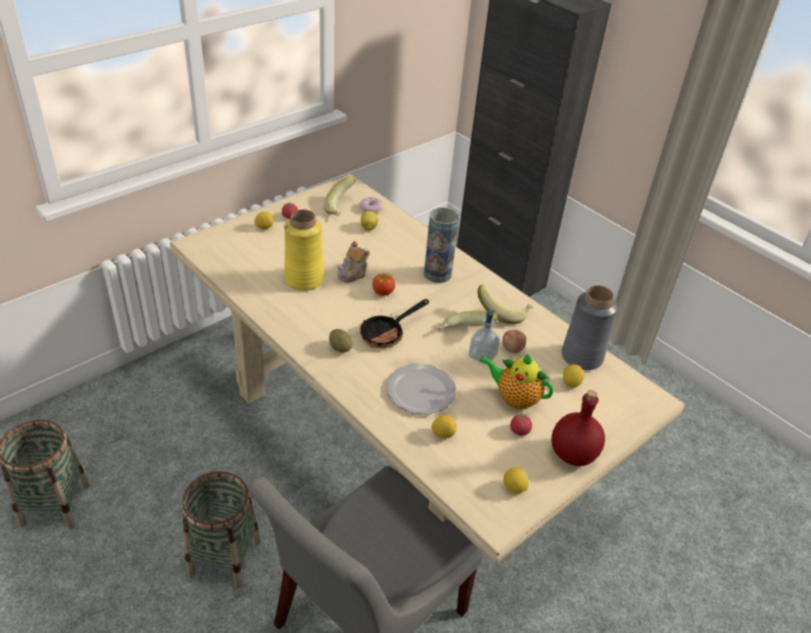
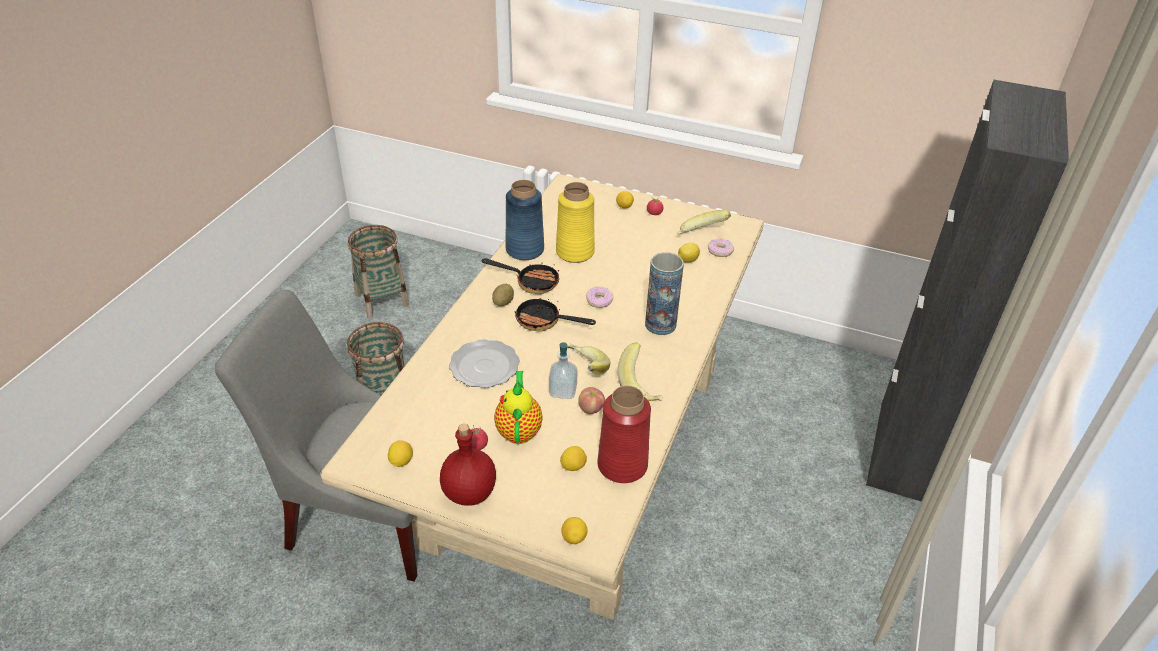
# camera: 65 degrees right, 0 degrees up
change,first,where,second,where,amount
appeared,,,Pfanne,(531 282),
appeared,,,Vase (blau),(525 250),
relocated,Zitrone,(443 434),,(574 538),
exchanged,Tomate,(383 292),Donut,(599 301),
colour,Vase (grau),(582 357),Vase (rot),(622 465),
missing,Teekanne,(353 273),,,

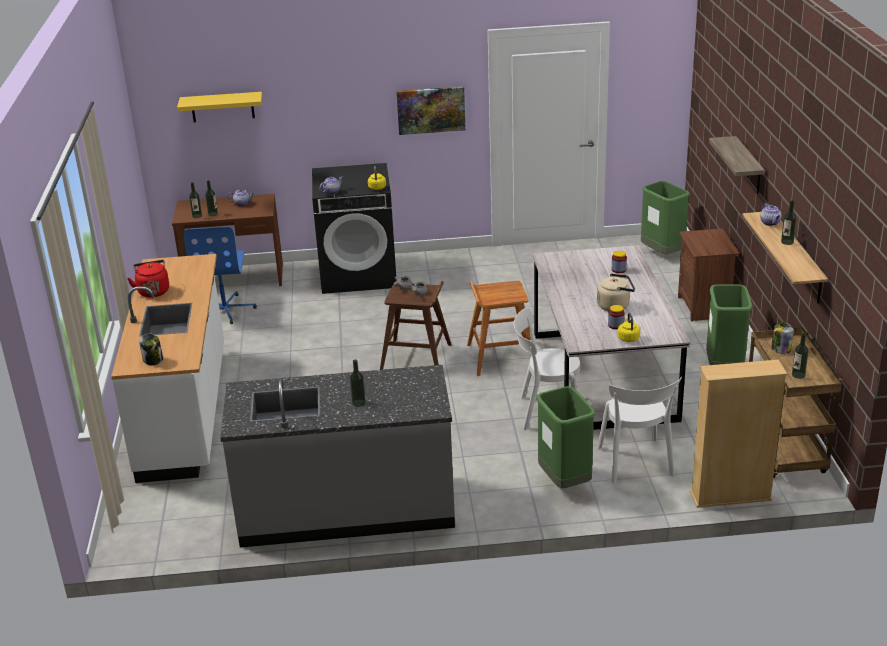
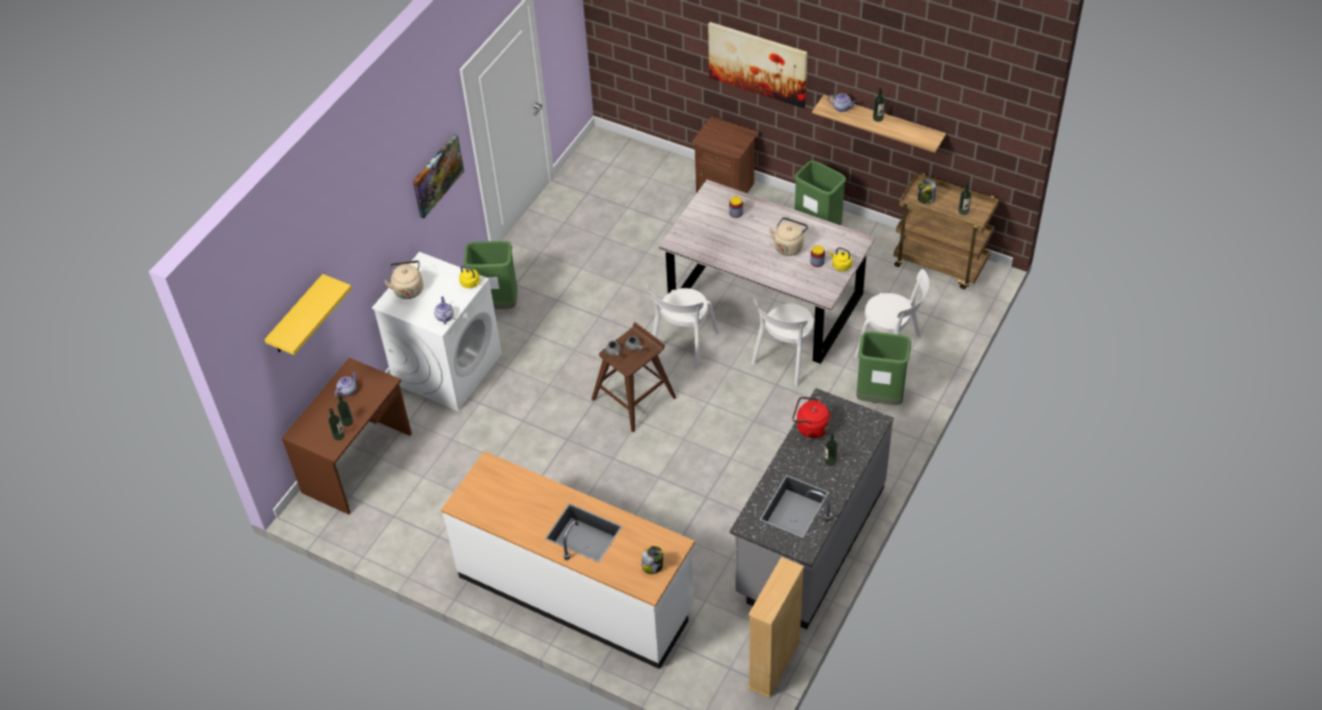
# camera: 55 degrees left, 20 degrees up
change,first,where,second,where,amount
colour,Waschmaschine (schwarz),(359 274),Waschmaschine (weiß),(448 368),
appeared,,,Wasserkessel (beige),(408 288),
relocated,Mülleimer (grün),(662 253),,(496 305),
exchanged,Hocker (braun),(500 356),Stuhl (weiß),(683 345),
exchanged,Wandregal,(748 166),Bild,(757 64),
relocated,Bücherregal (beige),(730 496),,(774 665),
relocated,Wasserkessel (rot),(153 291),,(810 428),
missing,Bürostuhl (blau),(225 310),,,

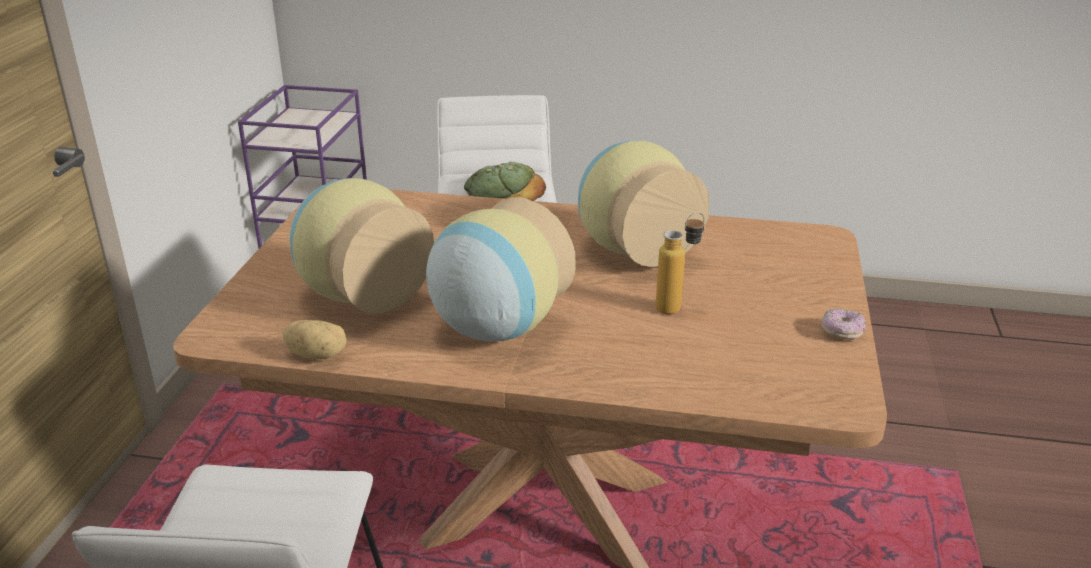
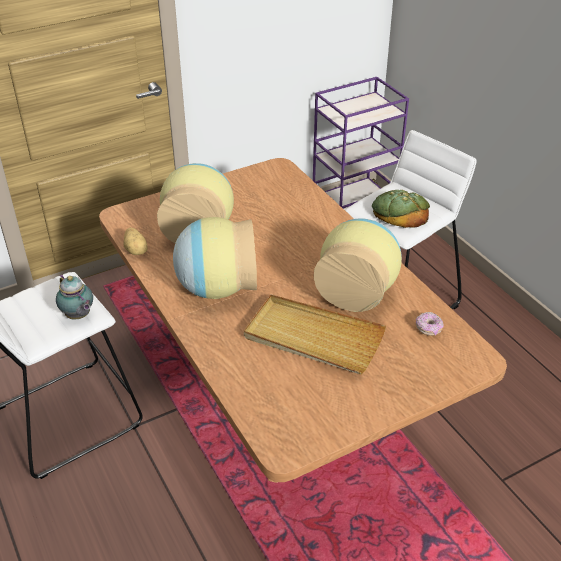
# camera: 50 degrees right, 10 degrees up
change,first,where,second,where,amount
appeared,,,Teekanne,(78 316),
exchanged,Flasche,(677 306),Tablett (beige),(313 337),
relocated,Donut,(841 333),,(428 328),

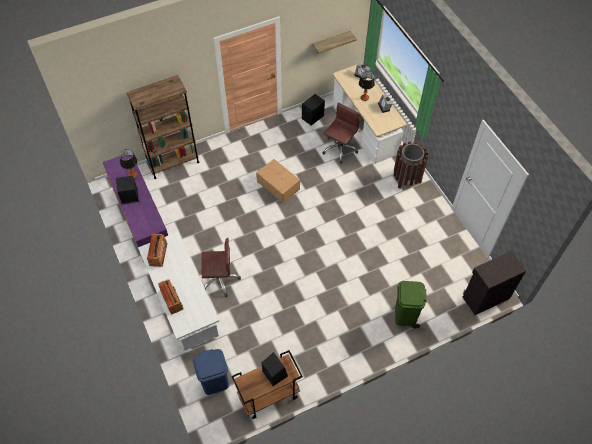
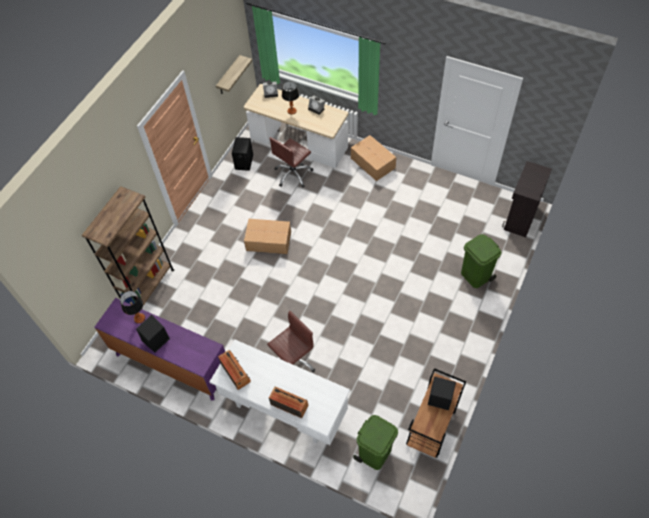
# camera: 35 degrees left, 0 degrees up
change,first,where,second,where,amount
spun,Bürostuhl (braun),(339 148),,(293 174),135 degrees counterclockwise
exchanged,Mülleimer (braun),(406 178),Karton,(373 163),
colour,Mülleimer (blau),(215 382),Mülleimer (grün),(375 453),

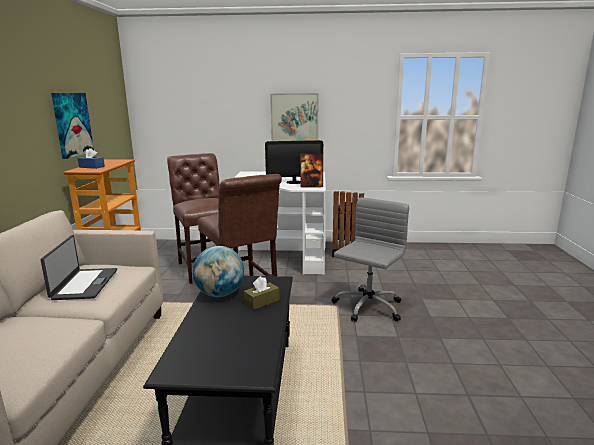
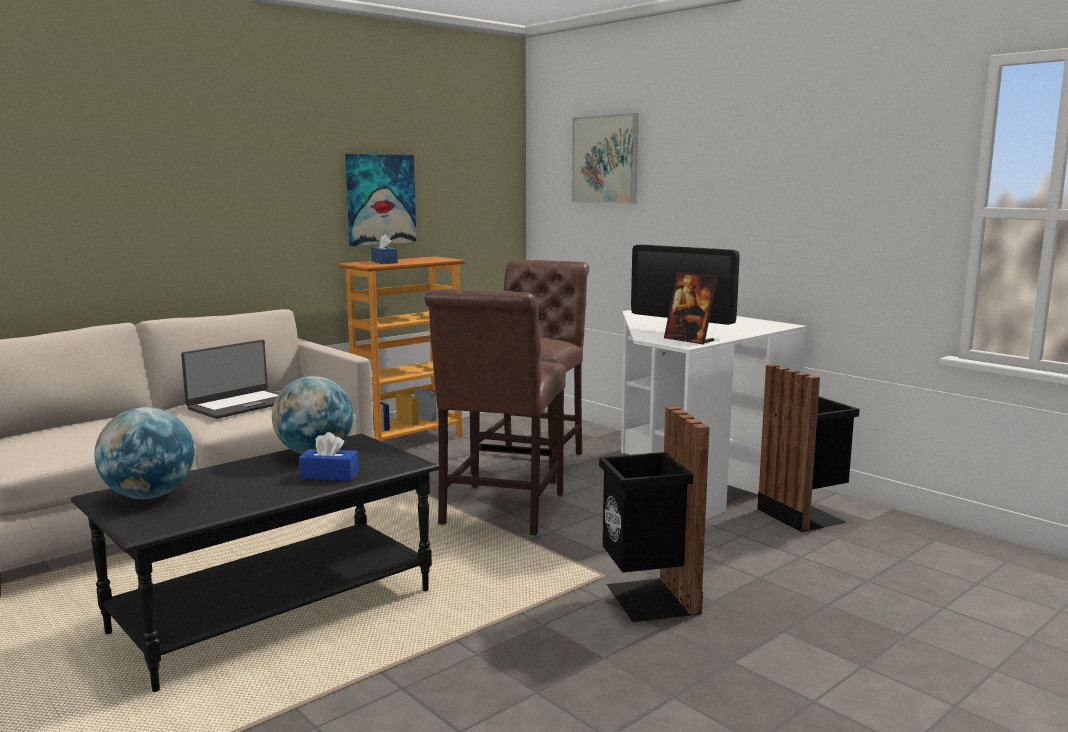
# camera: 45 degrees right, 5 degrees down
change,first,where,second,where,amount
appeared,,,Globus,(149 496),
colour,Taschentuchbox (braun),(261 301),Taschentuchbox (blau),(329 475),
relocated,Bild,(294 118),,(605 159),
exchanged,Bürostuhl (grau),(367 307),Mülleimer (schwarz),(648 599),

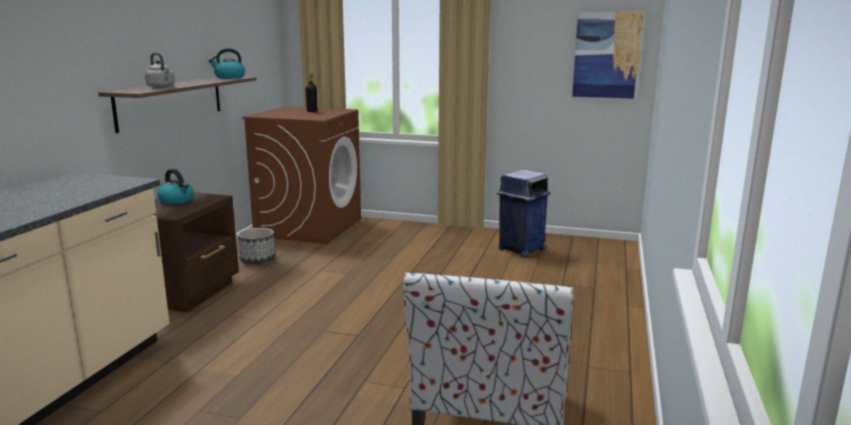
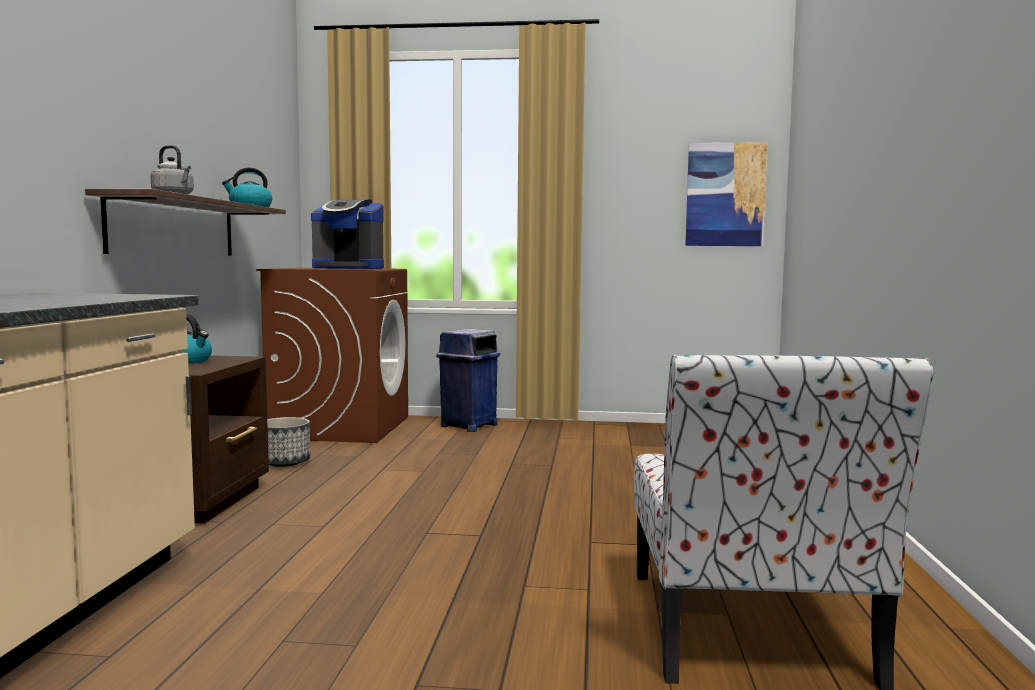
# camera: 10 degrees left, 10 degrees down
change,first,where,second,where,amount
exchanged,Flasche (schwarz),(312 111),Kaffeemaschine,(348 268),
relocated,Mülleimer (blau),(520 249),,(468 426),

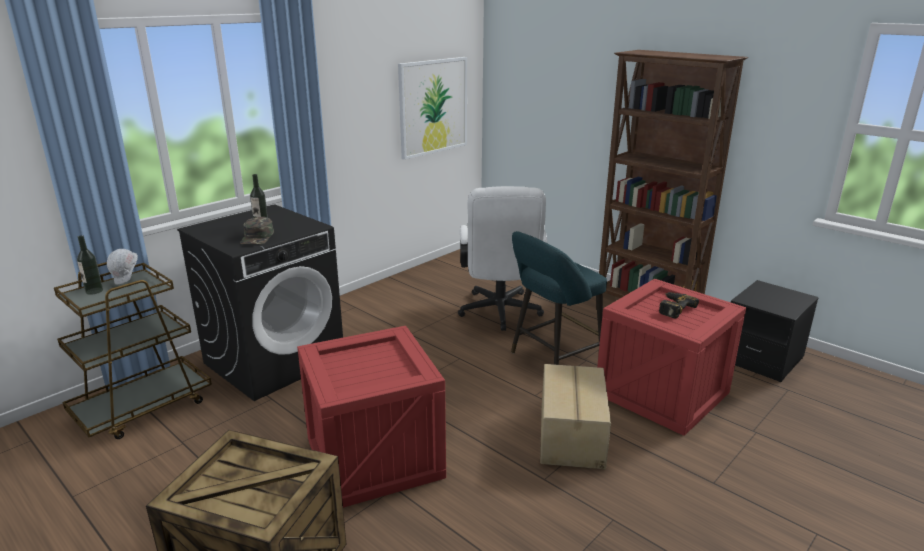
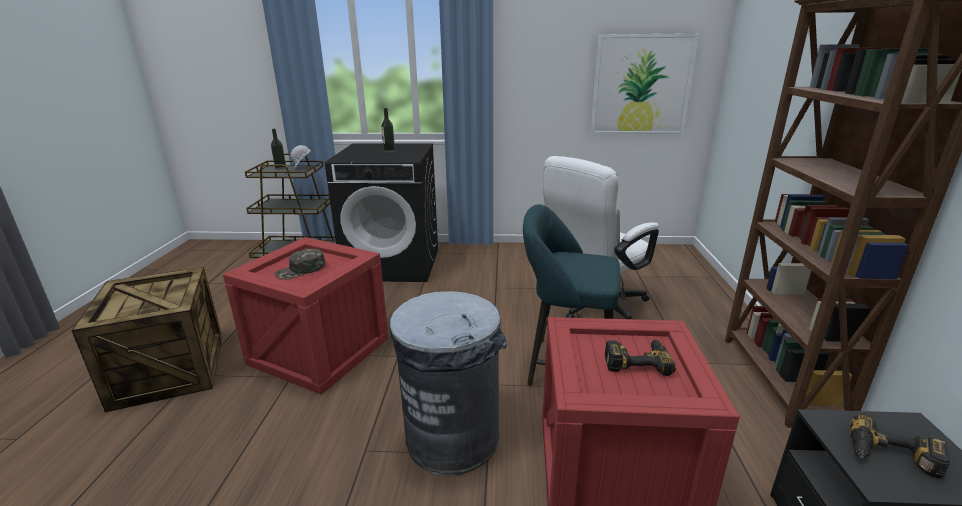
# camera: 50 degrees right, 0 degrees up
change,first,where,second,where,amount
relocated,Kappe (grün),(257 237),,(301 270),
exchanged,Karton,(572 435),Mülleimer (grau),(452 437),
appeared,,,Bohrmaschine,(892 458),

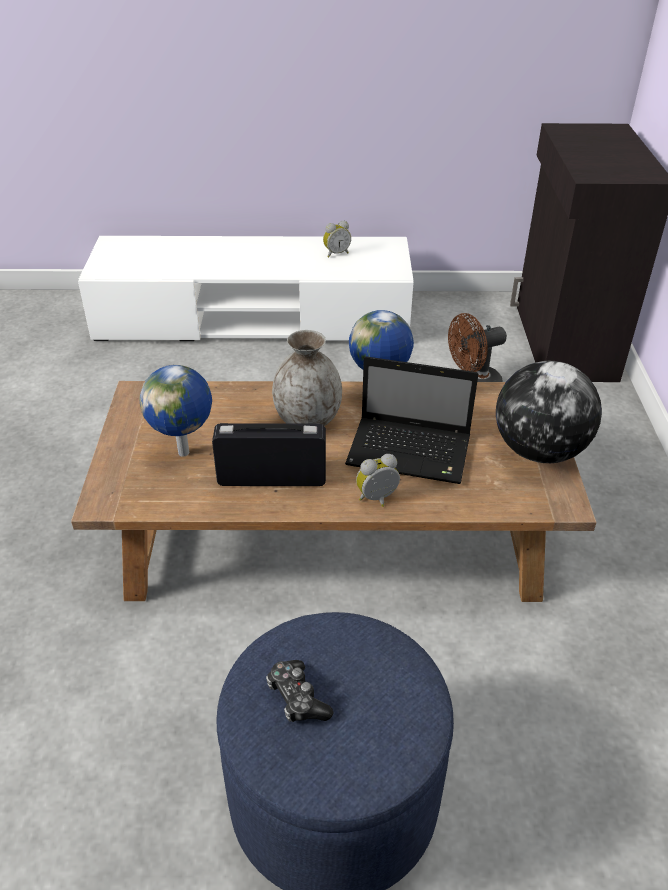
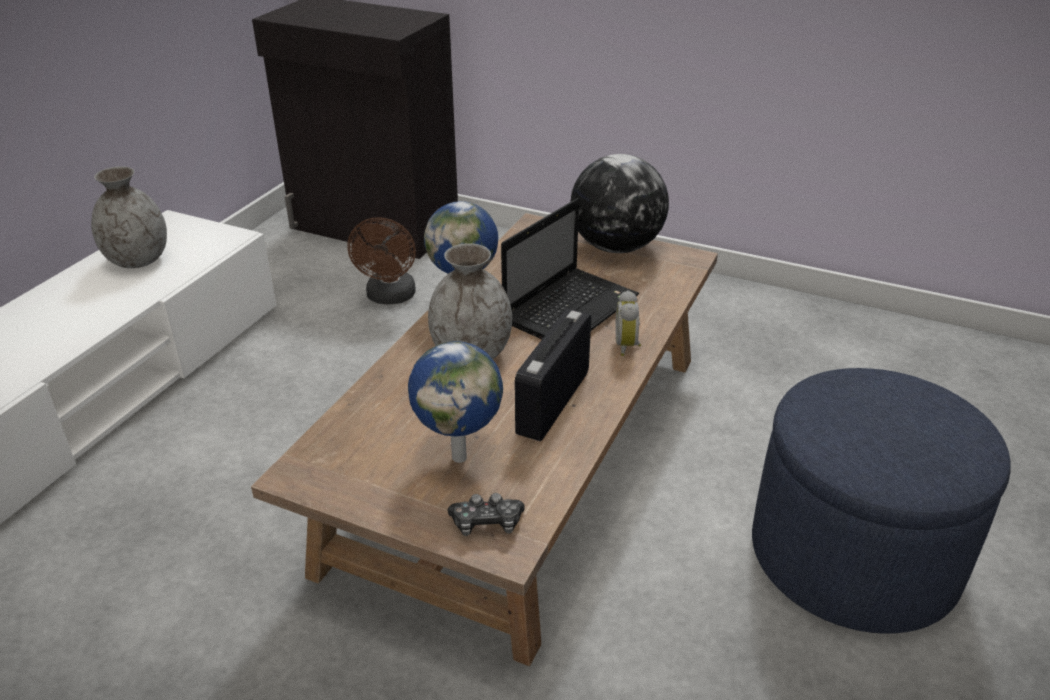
# camera: 65 degrees left, 5 degrees down
change,first,where,second,where,amount
exchanged,Wecker,(336 253),Vase (grau),(138 260),
relocated,Gamepad,(297 698),,(487 523),

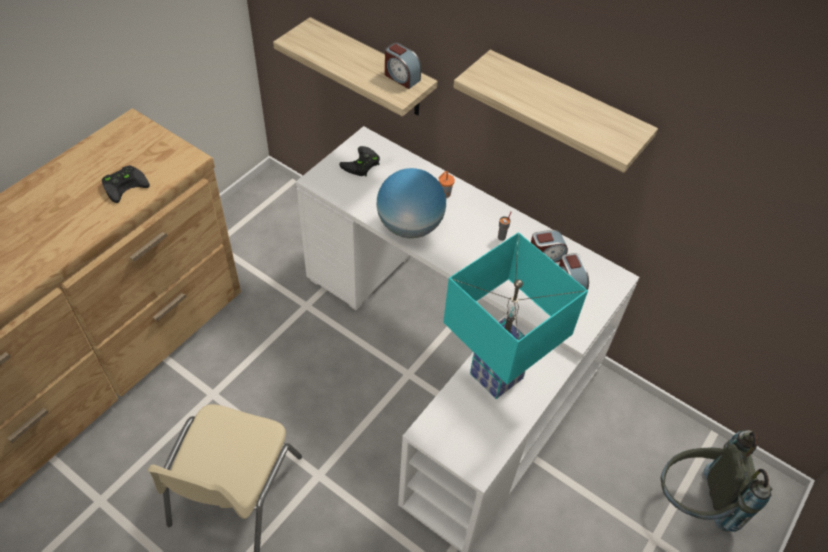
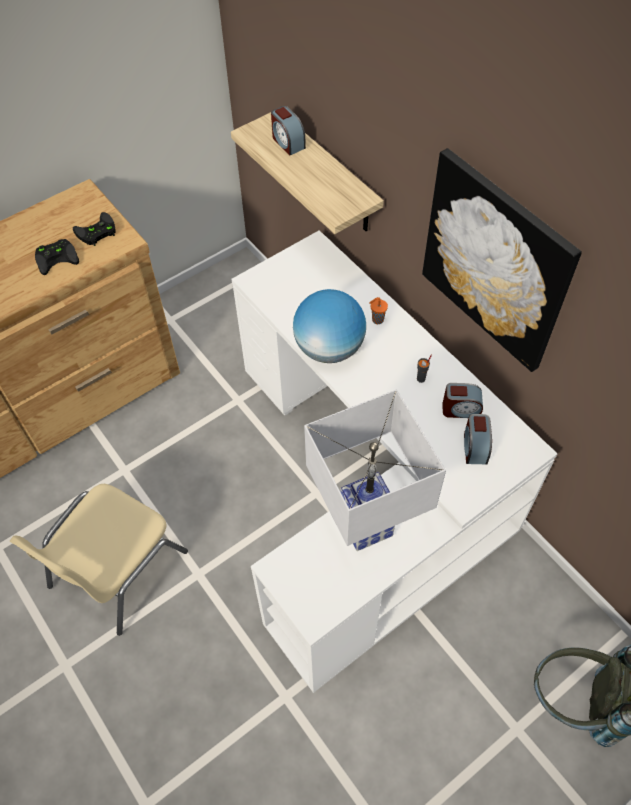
# camera: 20 degrees right, 5 degrees up
change,first,where,second,where,amount
relocated,Gamepad (schwarz),(361 165),,(96 233),
relocated,Wecker,(401 77),,(287 142),
colour,Tischlampe (türkis),(495 375),Tischlampe (weiß),(364 526),
exchanged,Wandregal,(564 111),Bild,(496 261),

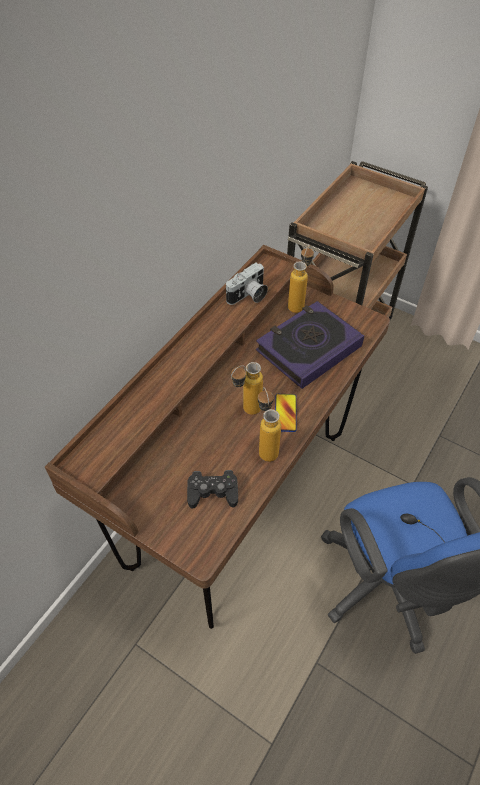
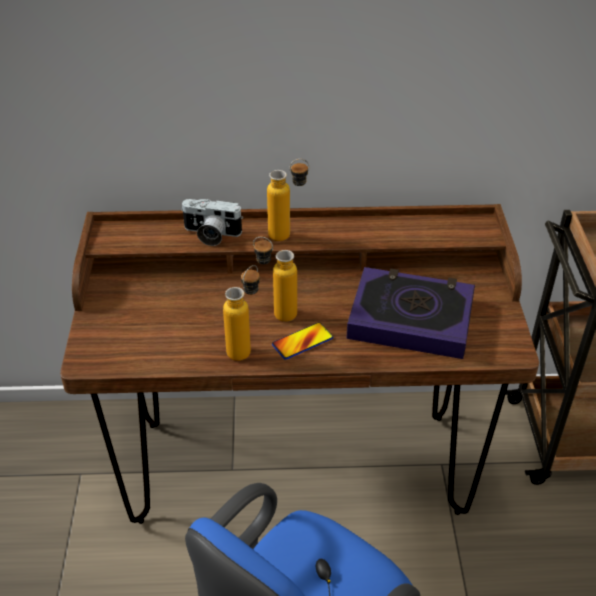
# camera: 55 degrees right, 10 degrees down
change,first,where,second,where,amount
relocated,Kamera,(248 296),,(210 234),
relocated,Flasche,(298 303),,(288 235),
missing,Gamepad (schwarz),(213 492),,,

